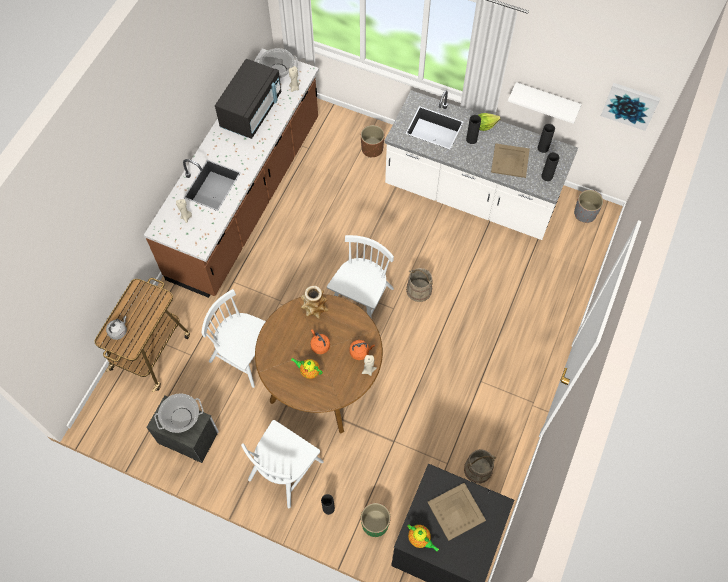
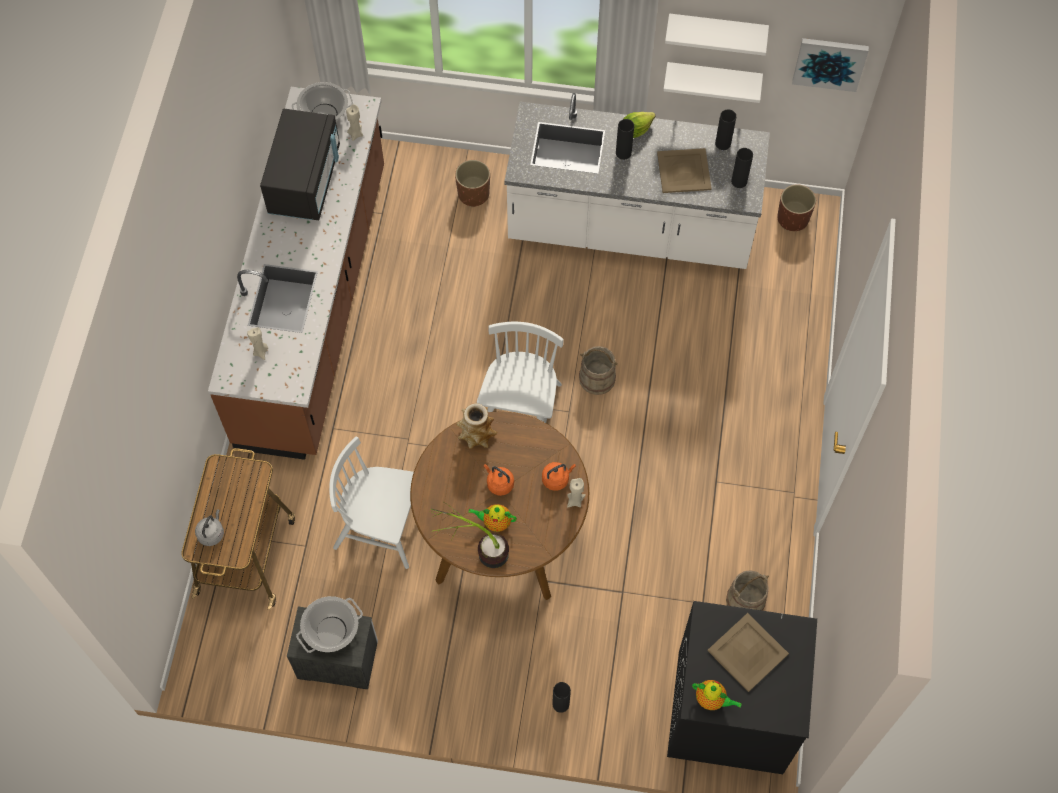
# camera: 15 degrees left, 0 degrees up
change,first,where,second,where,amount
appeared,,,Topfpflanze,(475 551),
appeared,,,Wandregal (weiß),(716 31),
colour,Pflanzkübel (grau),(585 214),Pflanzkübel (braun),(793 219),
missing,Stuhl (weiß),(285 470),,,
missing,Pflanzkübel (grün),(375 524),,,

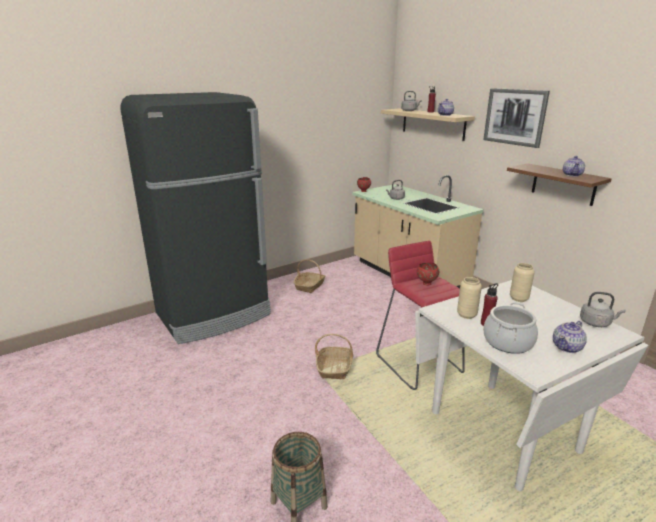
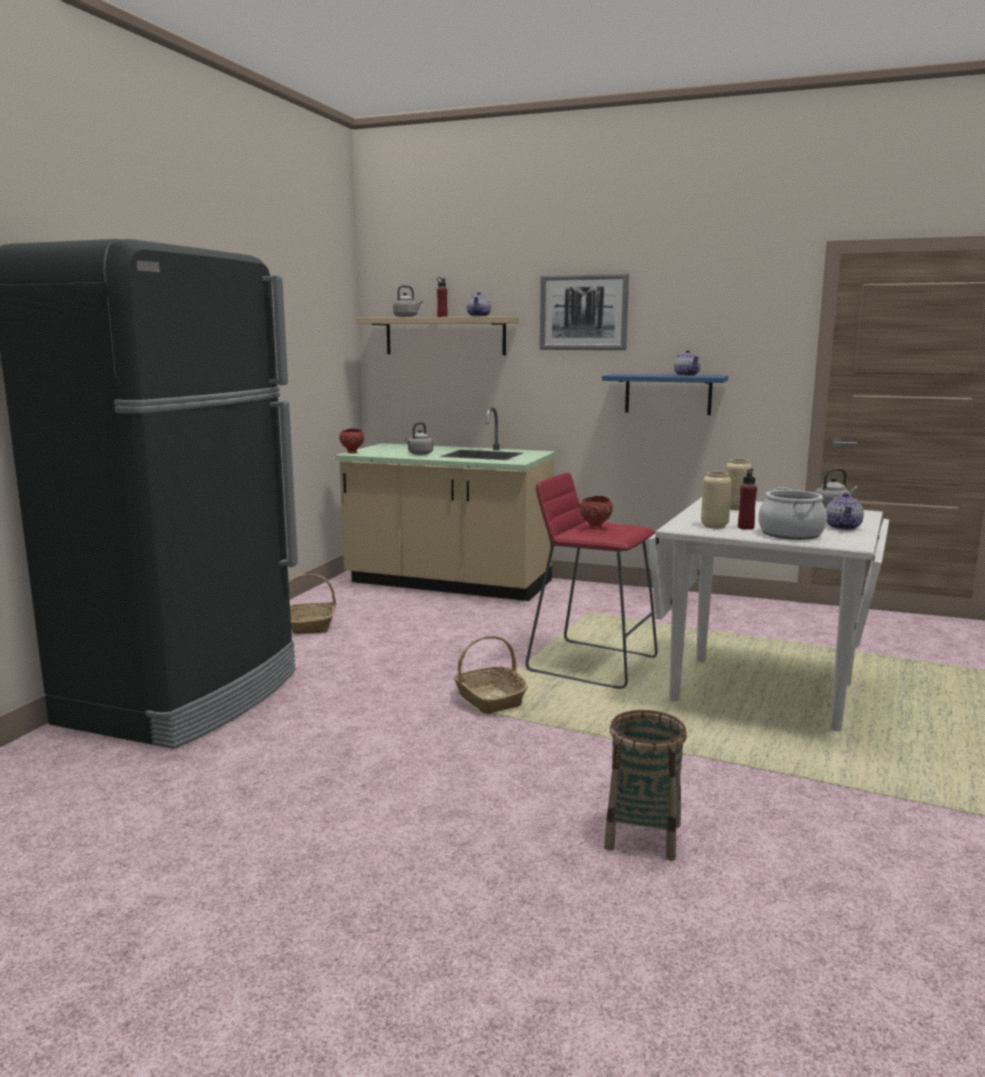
# camera: 35 degrees left, 10 degrees down
change,first,where,second,where,amount
colour,Wandregal (braun),(563 184),Wandregal (blau),(668 394),

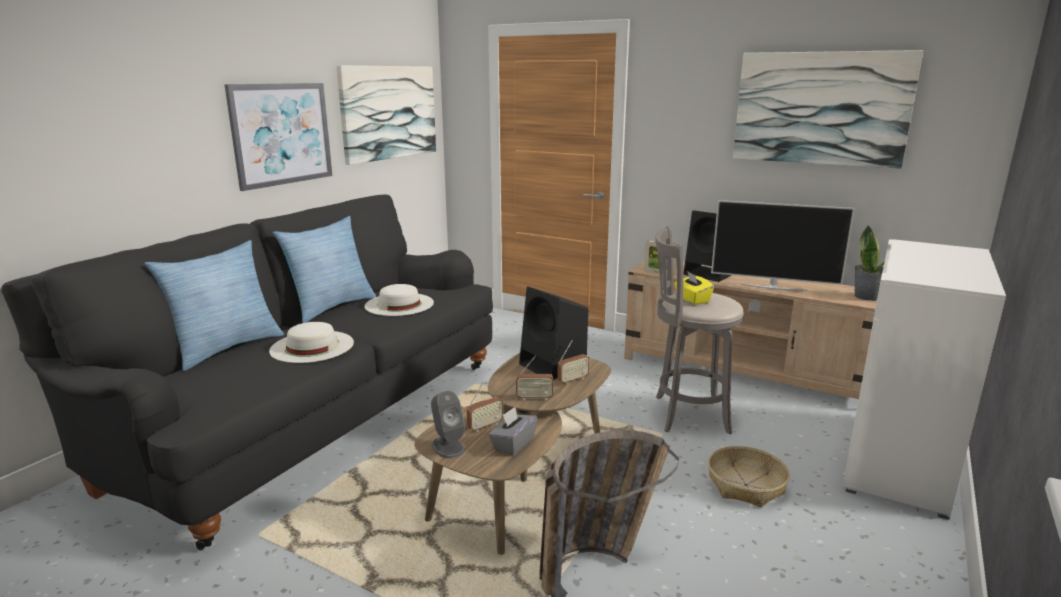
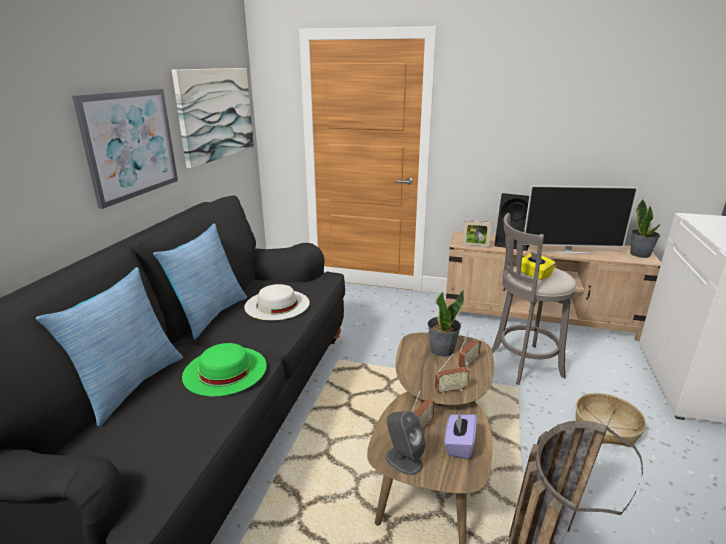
# camera: 15 degrees left, 5 degrees up
change,first,where,second,where,amount
colour,Hut (weiß),(312 346),Hut (grün),(225 370),
exchanged,Lautsprecher (schwarz),(554 366),Topfpflanze,(442 350),
colour,Taschentuchbox (grau),(513 444),Taschentuchbox (lila),(459 445),
missing,Bild,(820 108),,,

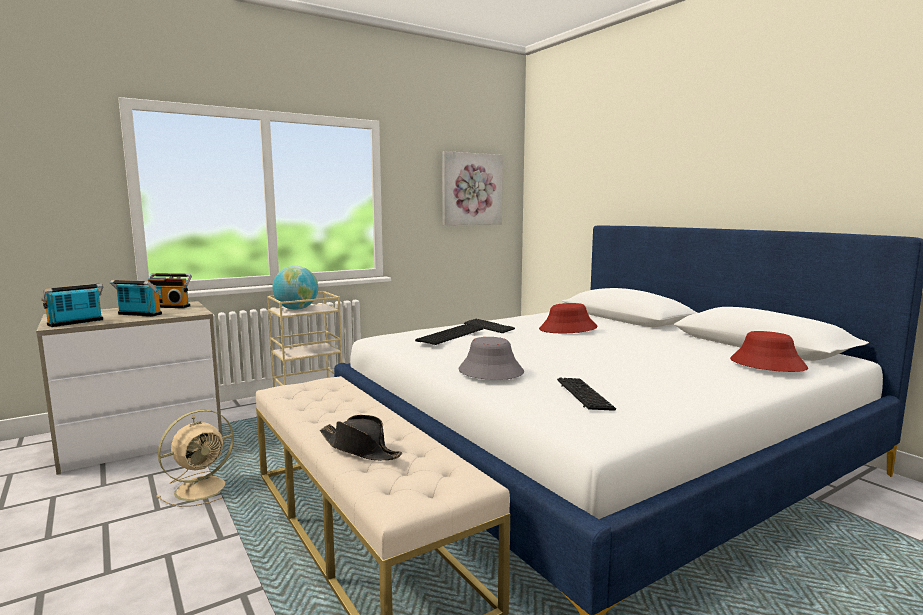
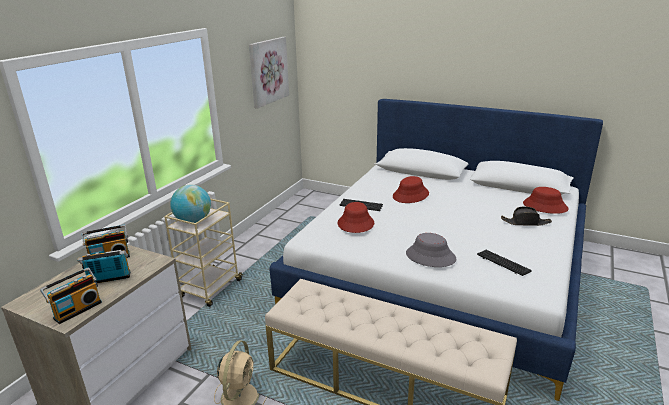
# camera: 30 degrees left, 15 degrees up
change,first,where,second,where,amount
spun,Radio,(76 323),,(77 310),150 degrees counterclockwise
exchanged,Tastatur,(450 334),Hut (rot),(355 223),
relocated,Hut (schwarz),(360 449),,(525 222),

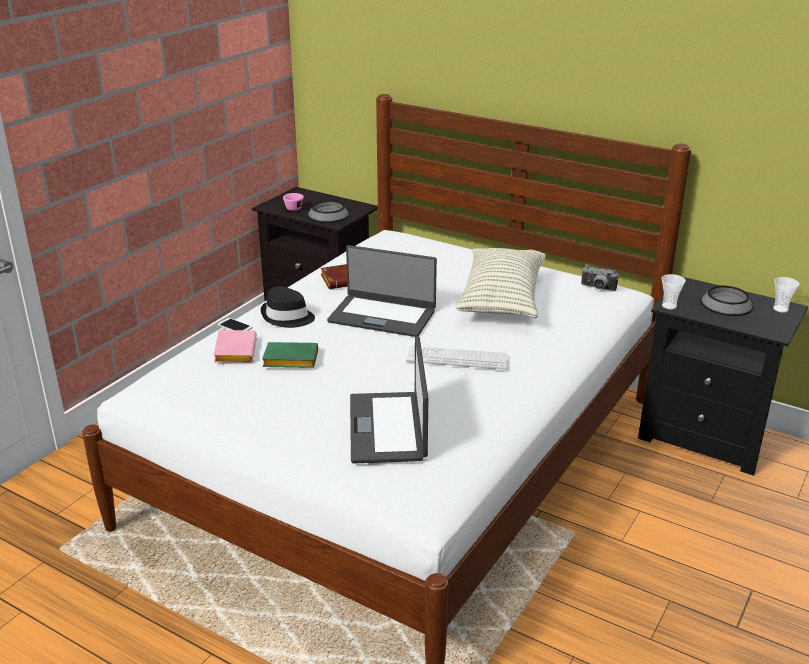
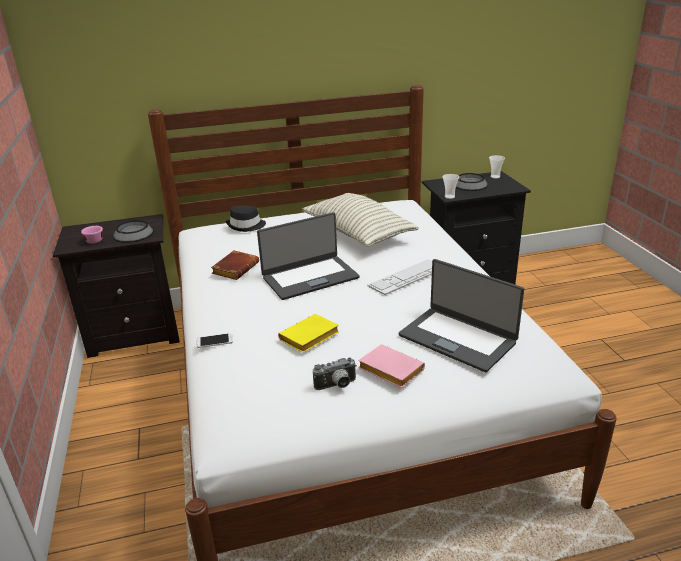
# camera: 45 degrees left, 0 degrees up
change,first,where,second,where,amount
relocated,Hut (schwarz),(287 317),,(246 226),
colour,Buch (grün),(289 361),Buch (gelb),(309 338),
relocated,Kamera,(597 288),,(337 386),
relocated,Buch (rosa),(234 351),,(388 370),

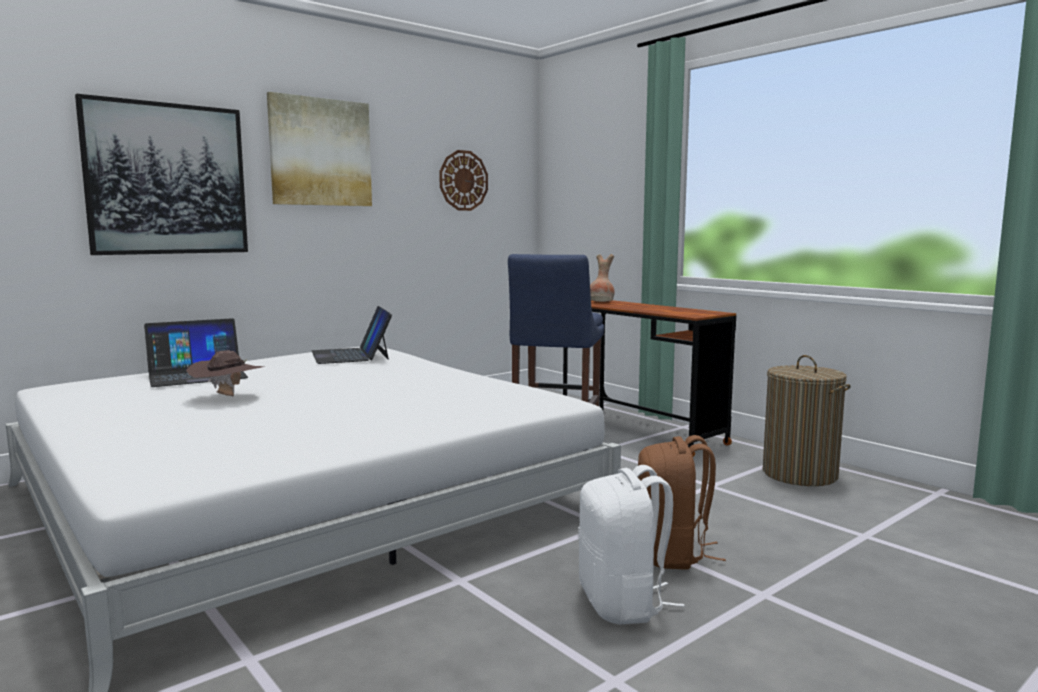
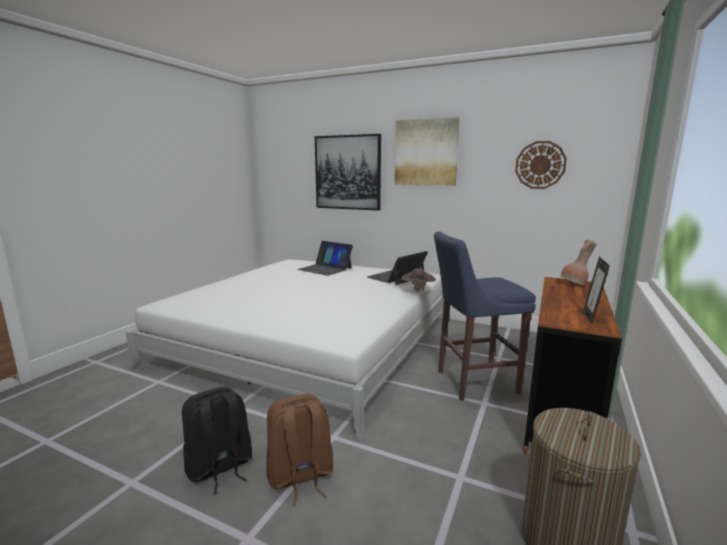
# camera: 65 degrees right, 5 degrees up
change,first,where,second,where,amount
colour,Rucksack (weiß),(623 603),Rucksack (schwarz),(219 468),
relocated,Hut (braun),(228 397),,(417 292),
appeared,,,Bilderrahmen,(591 317),

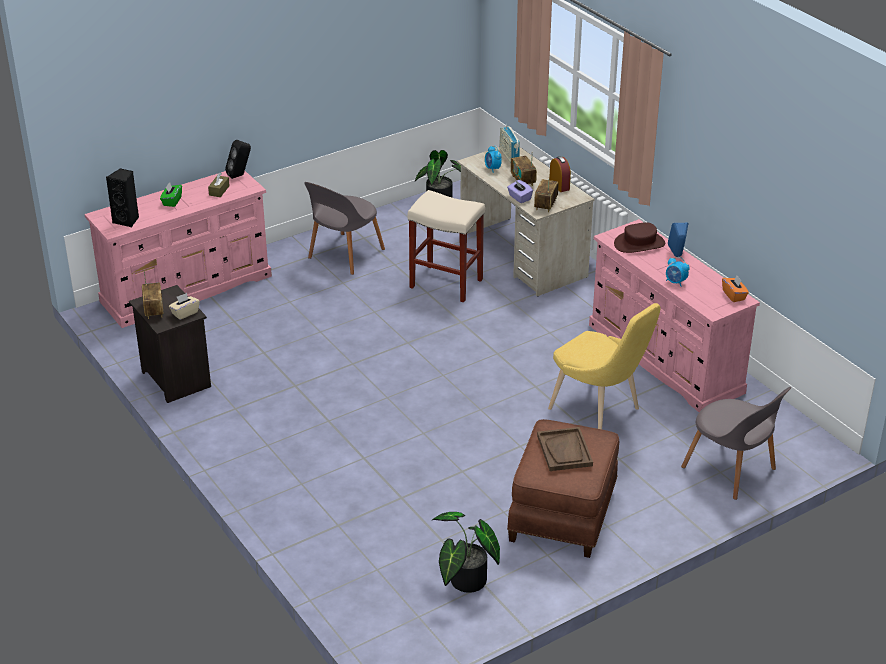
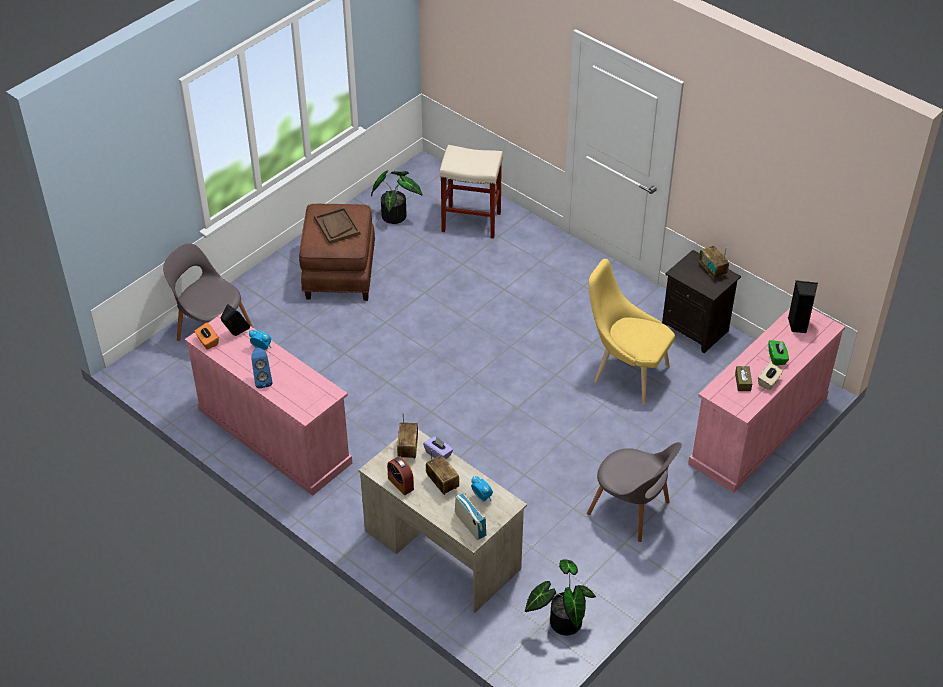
# camera: 165 degrees right, 10 degrees up
change,first,where,second,where,amount
relocated,Lautsprecher (schwarz),(240 175),,(236 334),
relocated,Hocker (beige),(445 283),,(472 222),
spun,Stuhl (grau),(344 255),,(631 510),105 degrees clockwise
relocated,Stuhl (gelb),(599 411),,(626 373),
relocated,Taschentuchbox (beige),(185 313),,(769 382),
missing,Hut (braun),(639 244),,,

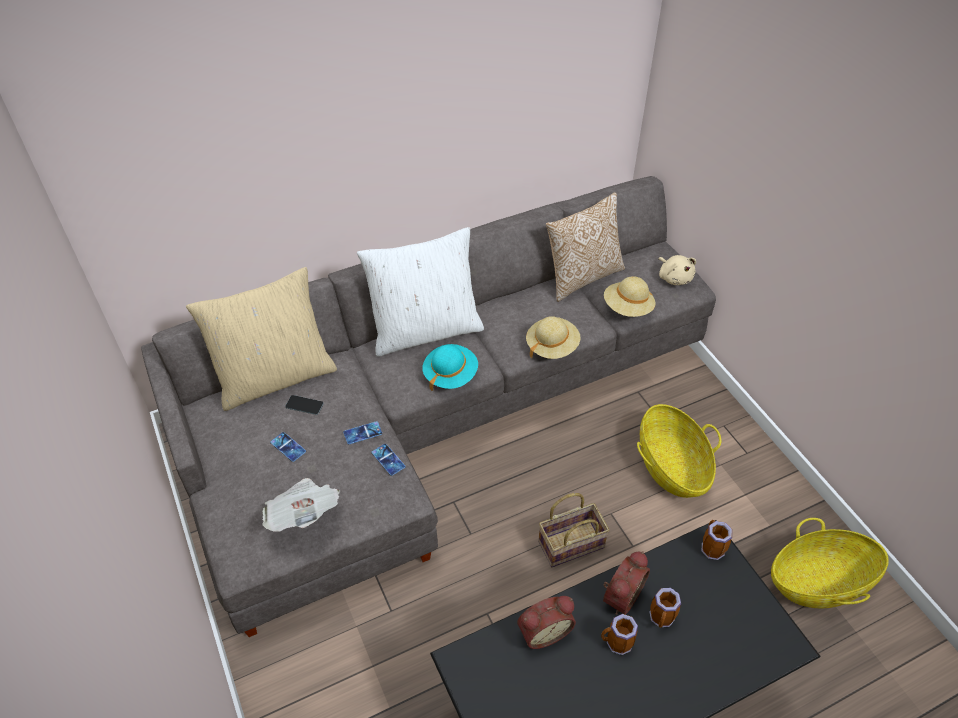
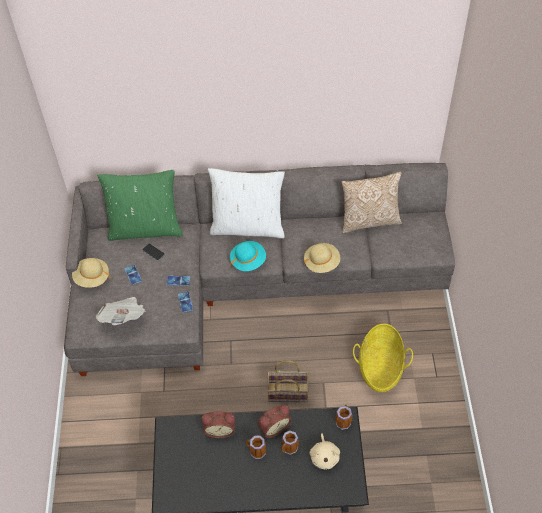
# camera: 25 degrees right, 5 degrees up
change,first,where,second,where,amount
relocated,Hut (beige),(627 308),,(92 278),
colour,Kissen (beige),(275 377),Kissen (grün),(145 228),
relocated,Plüschtier (beige),(674 277),,(324 456),
missing,Korb,(819 581),,,

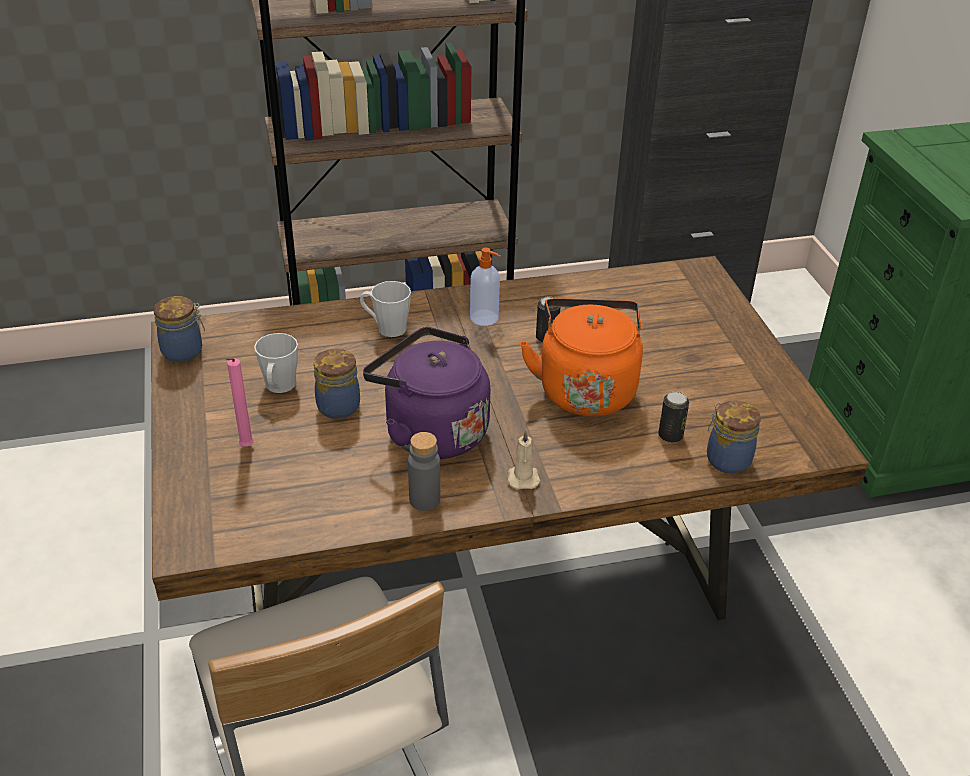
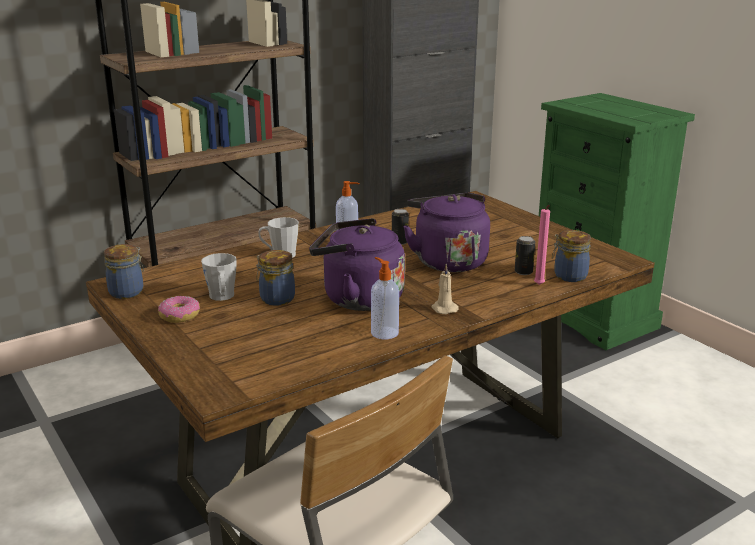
# camera: 20 degrees left, 15 degrees down
change,first,where,second,where,amount
appeared,,,Donut,(179 316),
exchanged,Flasche (grau),(424 500),Seifenspender,(384 332),
colour,Wasserkessel (orange),(585 389),Wasserkessel (lila),(448 260),
relocated,Kerze (rosa),(245 448),,(539 285),

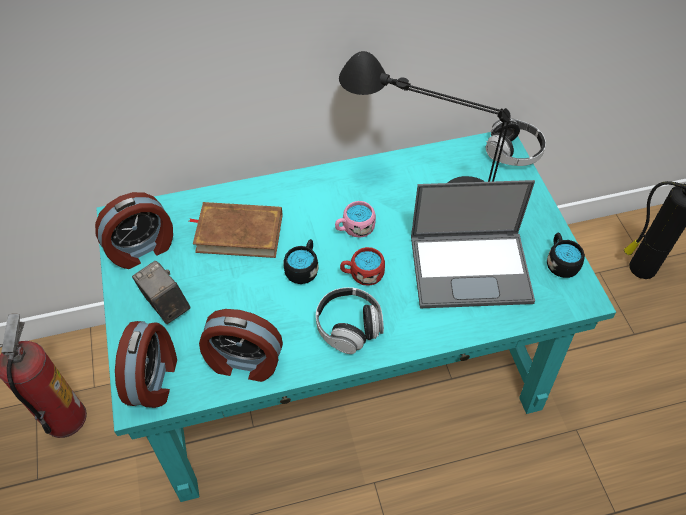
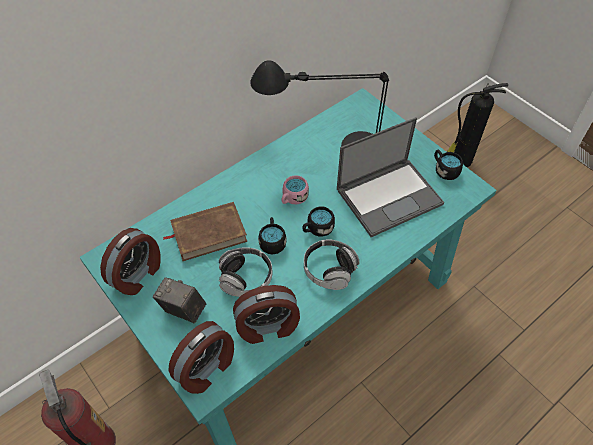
# camera: 25 degrees left, 0 degrees up
change,first,where,second,where,amount
spun,Wecker,(155 379),,(207 368),60 degrees clockwise
relocated,Kopfhörer,(513 152),,(246 278),
colour,Henkelbecher (rot),(362 274),Henkelbecher (schwarz),(317 229),

